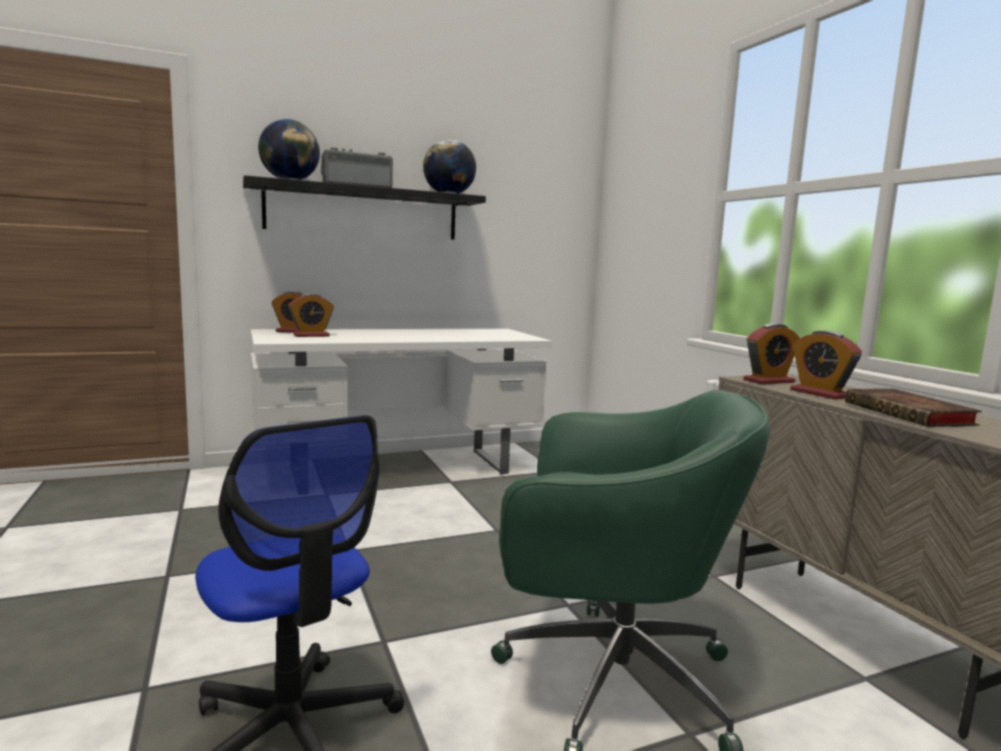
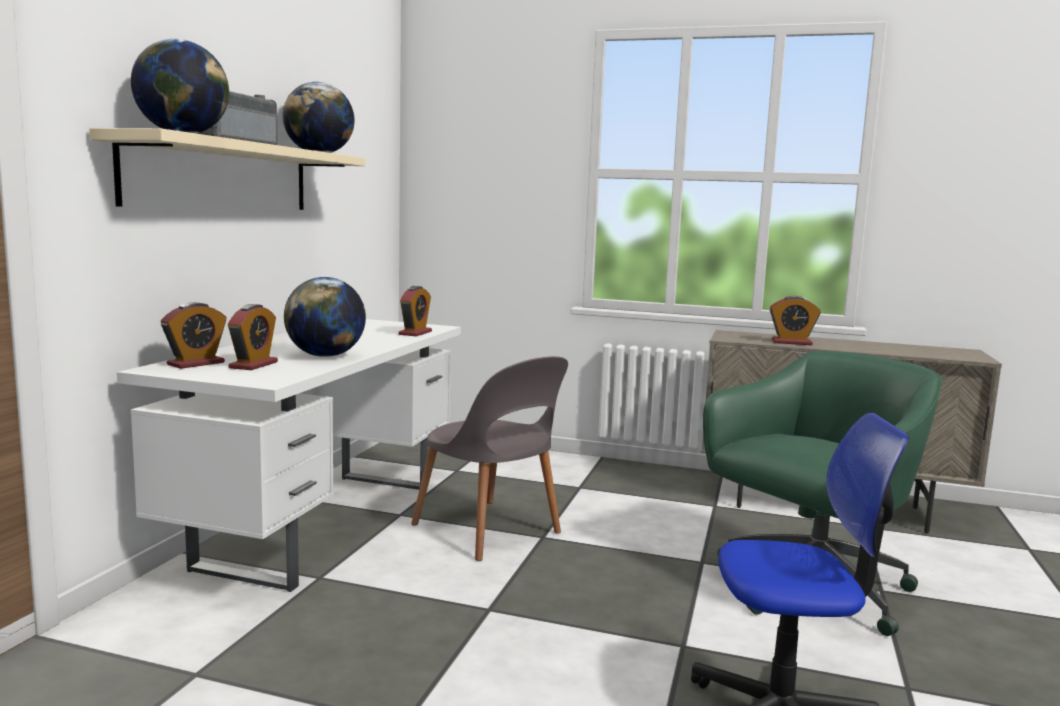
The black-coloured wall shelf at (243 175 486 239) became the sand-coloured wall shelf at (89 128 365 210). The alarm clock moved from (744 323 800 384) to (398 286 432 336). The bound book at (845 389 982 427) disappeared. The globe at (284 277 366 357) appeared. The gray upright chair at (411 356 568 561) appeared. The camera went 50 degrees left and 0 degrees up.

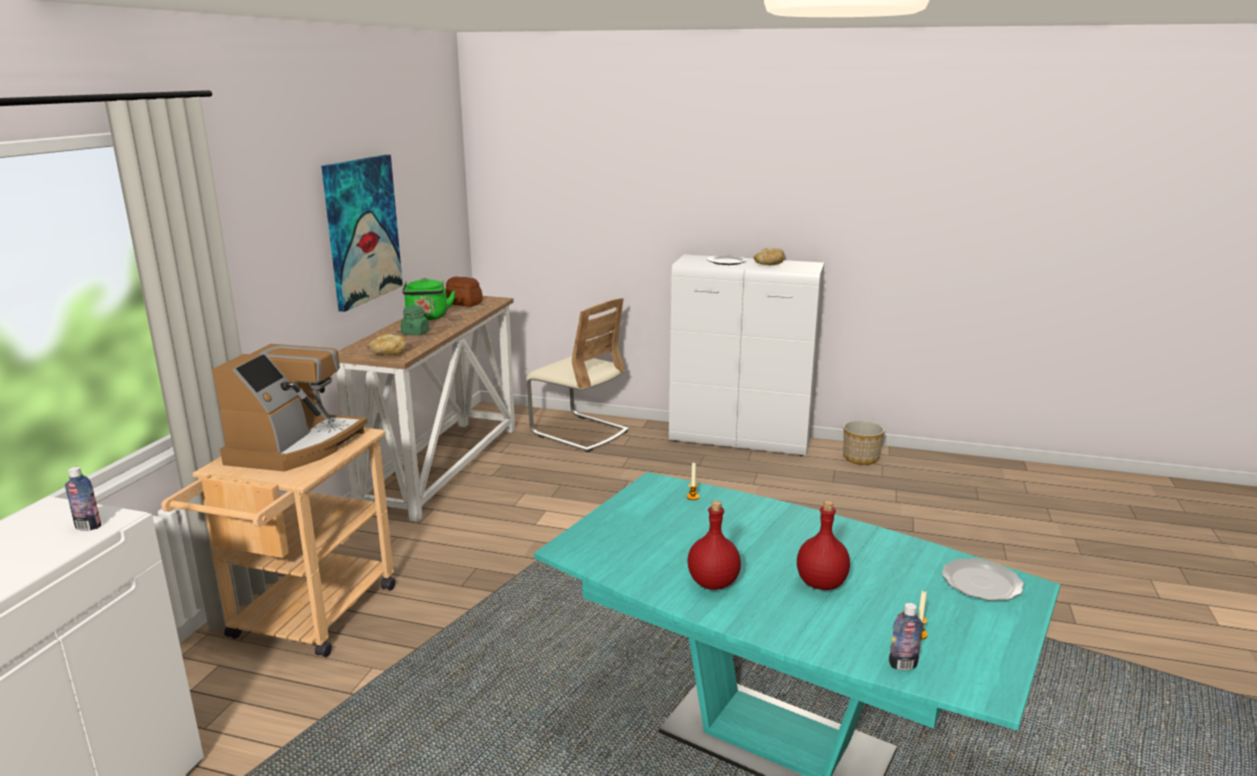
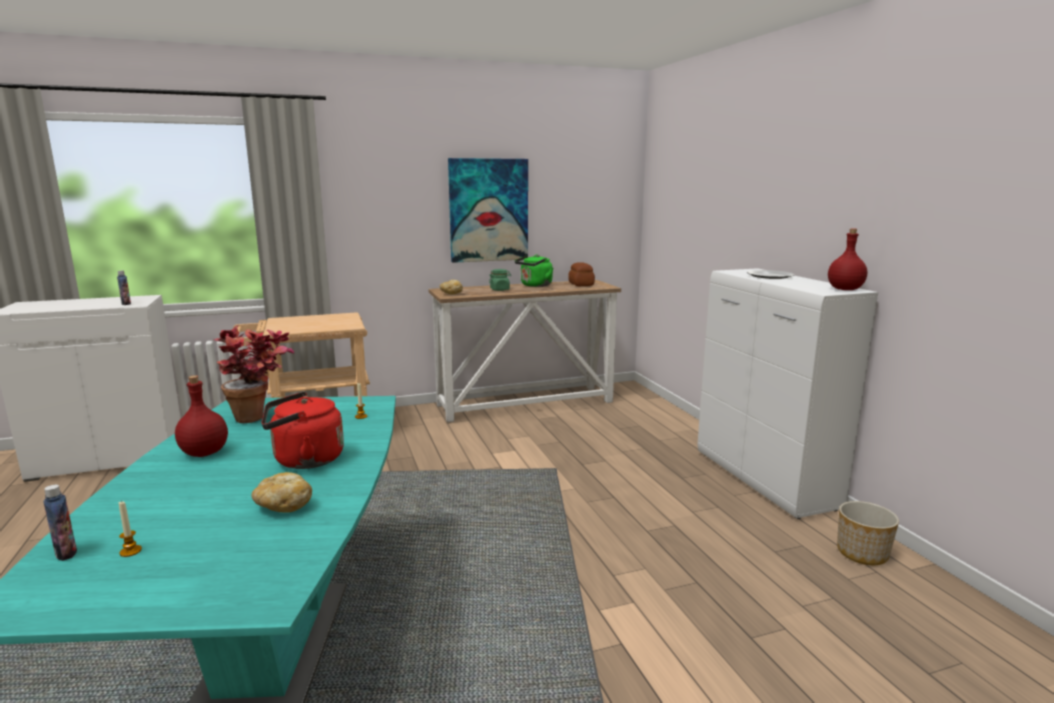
The bakery bread moved from (754 248 785 265) to (251 472 312 513). The sand-coloured upright chair at (526 298 629 452) disappeared. The coffee machine at (212 344 368 471) disappeared. The red beverage bottle moved from (797 501 850 590) to (828 229 867 290). The dinner plate at (942 558 1024 601) disappeared. The houseplant at (213 325 294 423) appeared. The red kettle at (262 392 344 469) appeared. The camera went 55 degrees right and 5 degrees down.

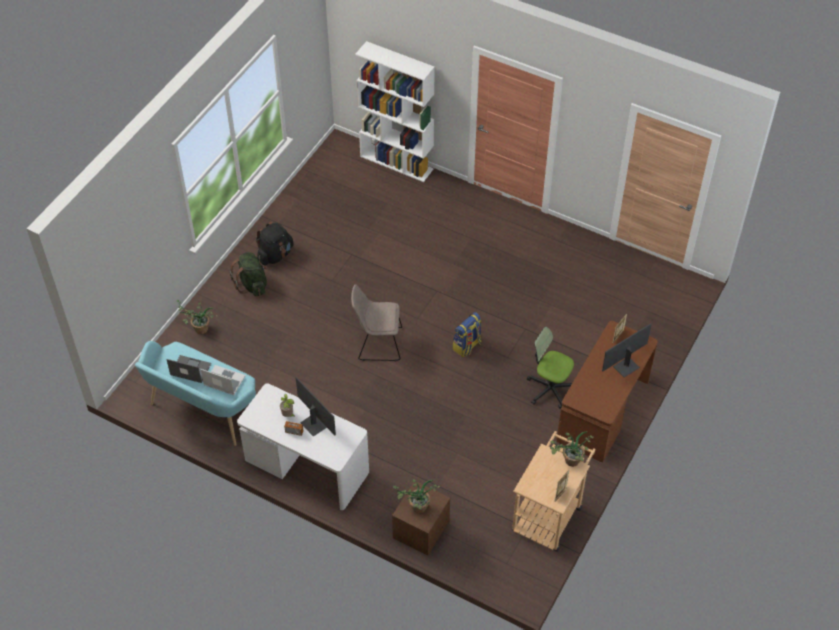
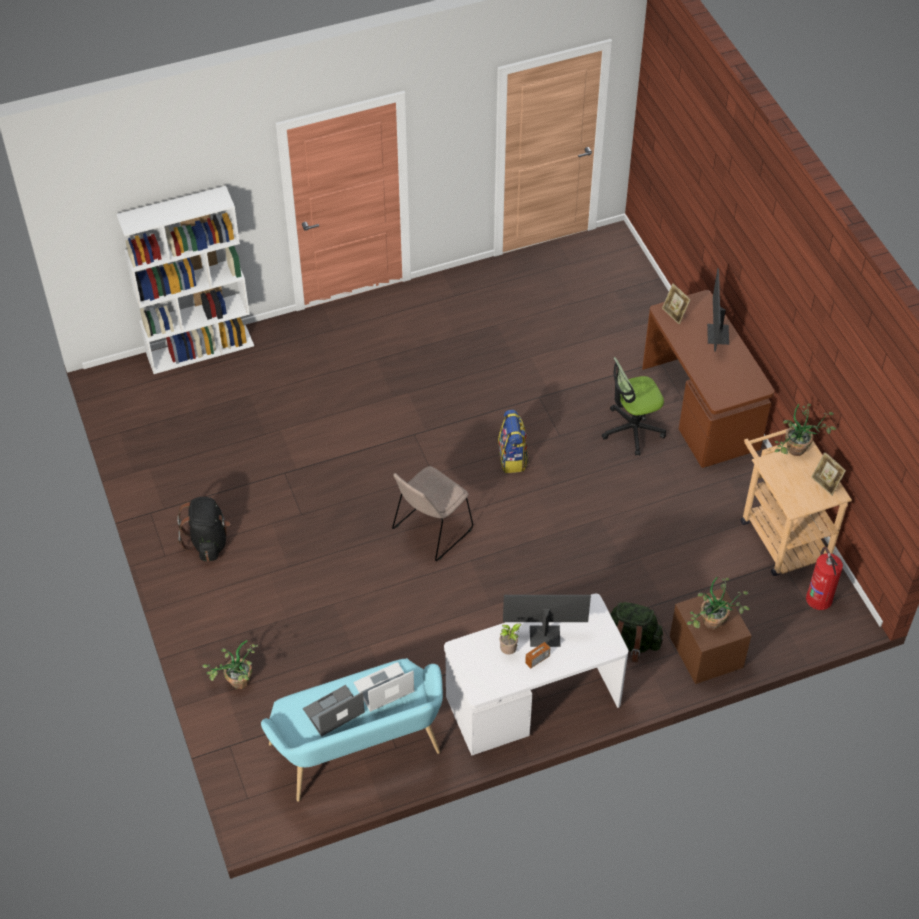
The greenish knapsack moved from (230 252 267 296) to (610 602 663 663). The fire extinguisher at (806 547 843 610) appeared. The camera went 50 degrees left and 0 degrees up.

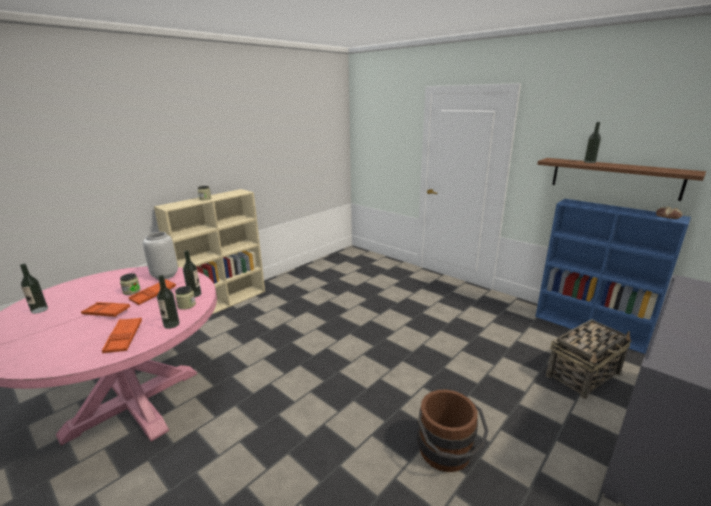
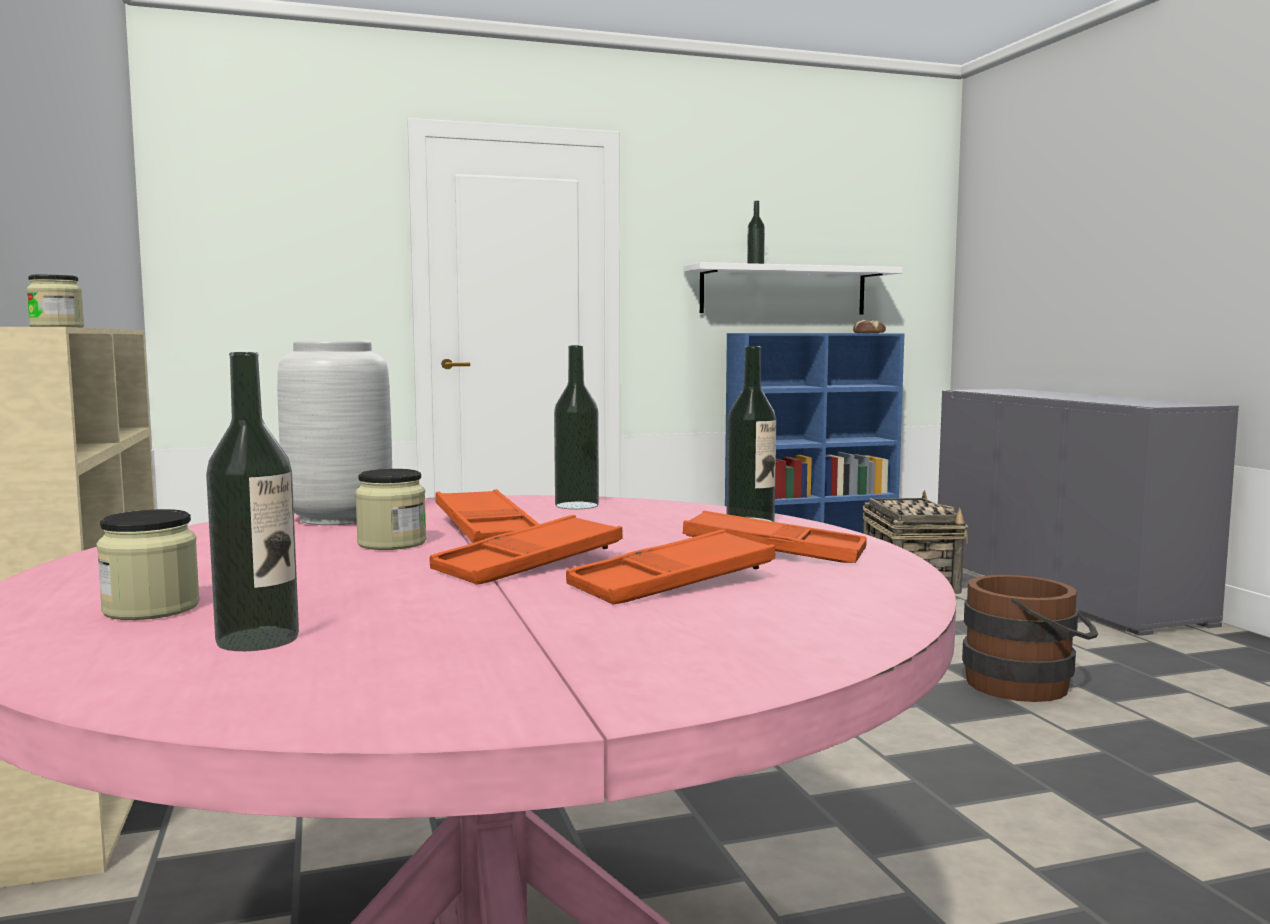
The brown wall shelf at (537 158 706 201) became the whitish wall shelf at (684 262 903 315). The storage jar moved from (175 286 196 310) to (97 509 200 620). The orange tray at (566 530 775 604) appeared. The camera went 60 degrees left and 15 degrees down.

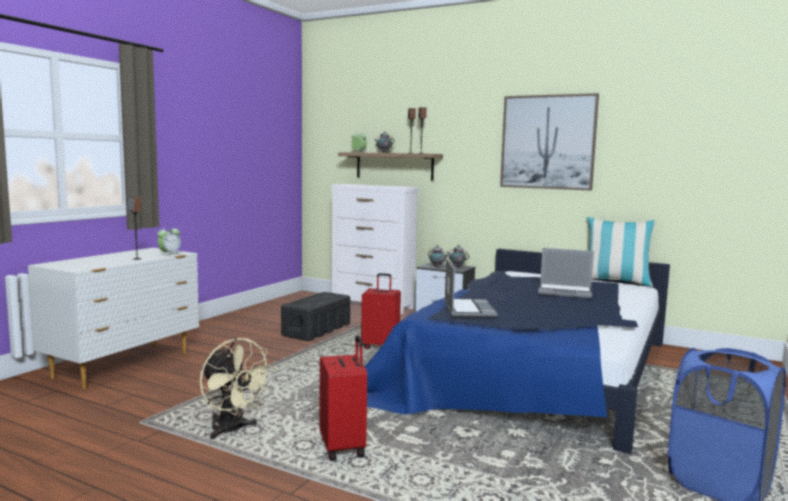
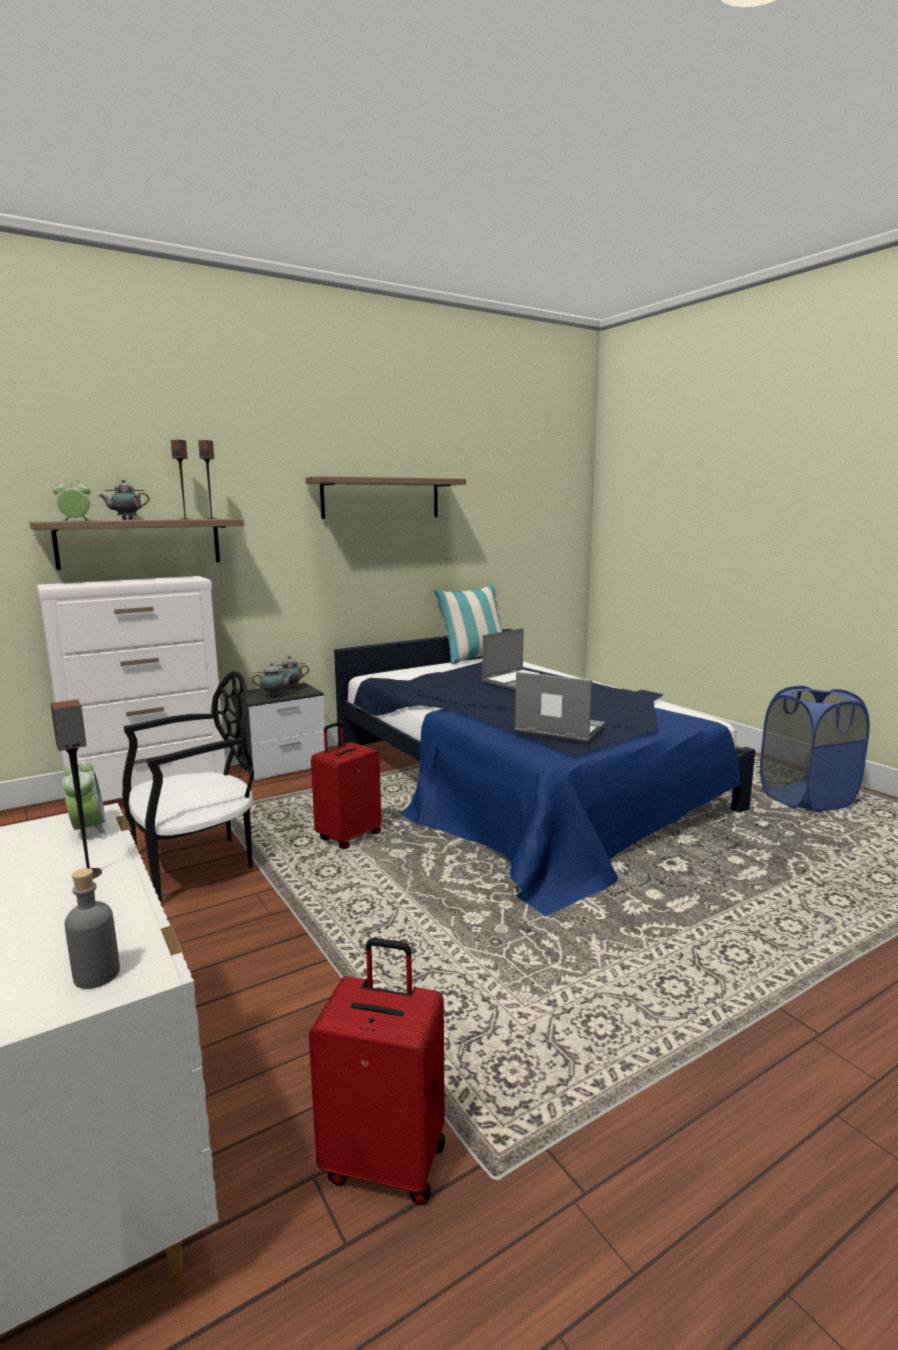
The wall picture at (500 93 599 191) was replaced by the wall shelf at (305 476 466 519). The black-coloured storage bin at (281 292 350 341) was replaced by the black-coloured upright chair at (122 671 254 906). The red suitcase moved from (319 335 367 461) to (309 938 445 1205). The sand-coloured electric fan at (200 338 275 439) disappeared. The gray beverage bottle at (64 868 120 989) appeared. The camera went 60 degrees left and 5 degrees up.

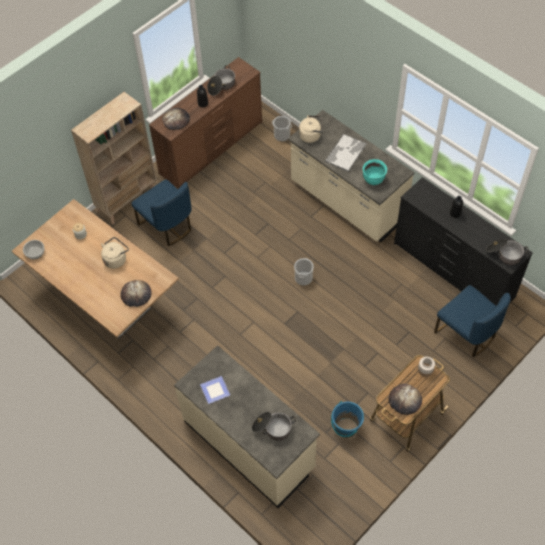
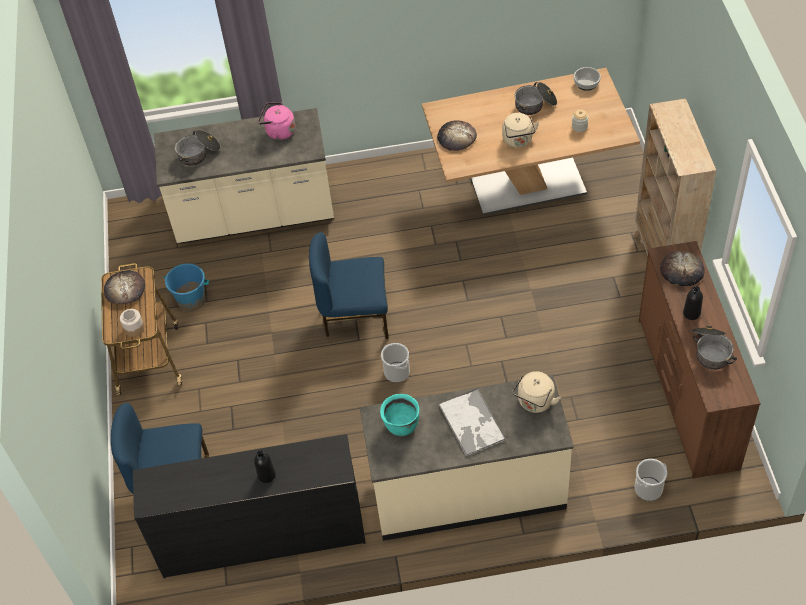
The blue-coloured upright chair moved from (131 179 192 246) to (309 232 389 339). The cooking pot moved from (486 239 529 265) to (515 82 557 115). The dinner plate at (200 376 230 404) was replaced by the pinkish kettle at (258 102 295 140). The camera went 130 degrees right and 5 degrees down.

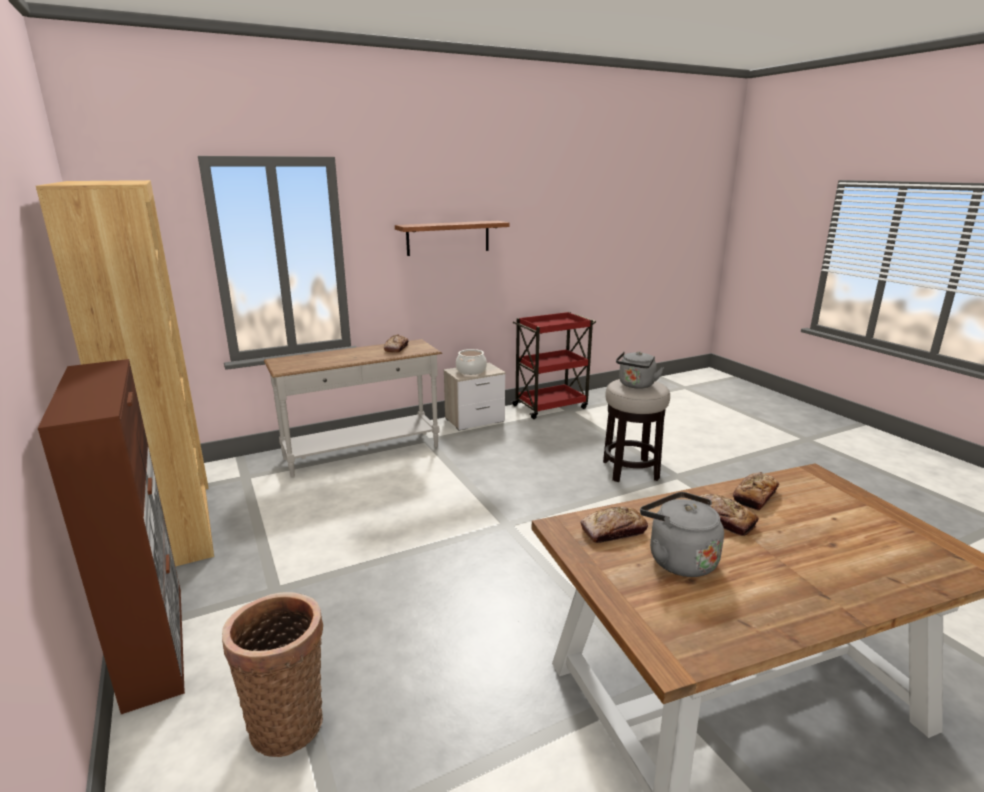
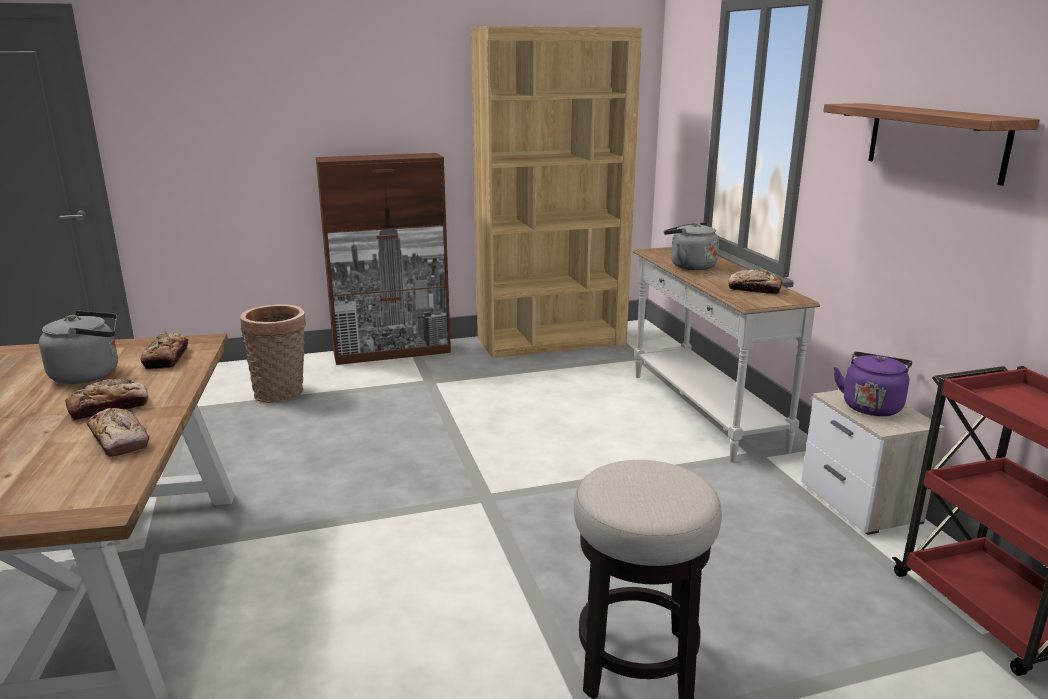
The cooking pot at (456 349 487 375) was replaced by the purplish kettle at (833 352 912 416). The gray kettle moved from (616 351 664 389) to (664 222 719 270). The camera went 100 degrees right and 0 degrees up.

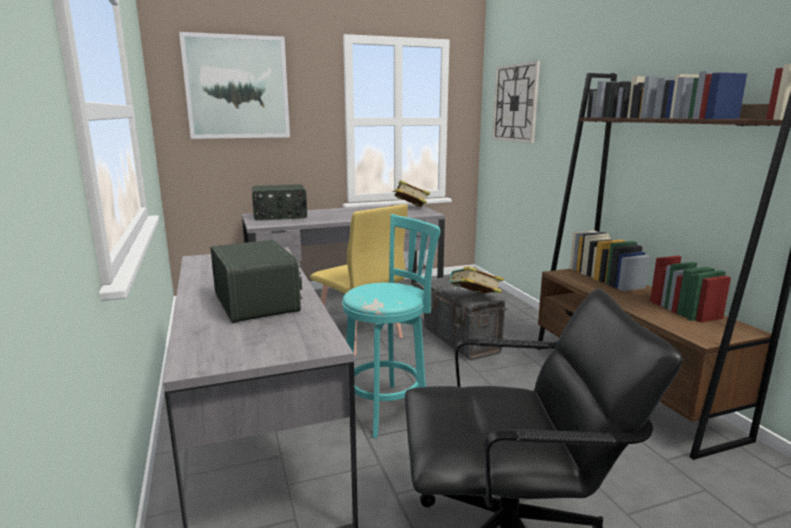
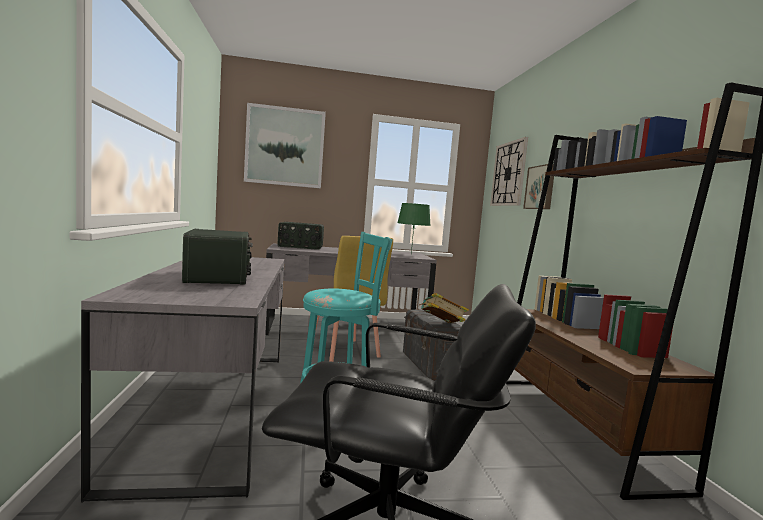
The bound book at (392 180 430 207) was replaced by the greenish table lamp at (398 203 431 254). The wall picture at (523 164 554 209) appeared. The camera went 10 degrees right and 10 degrees down.

